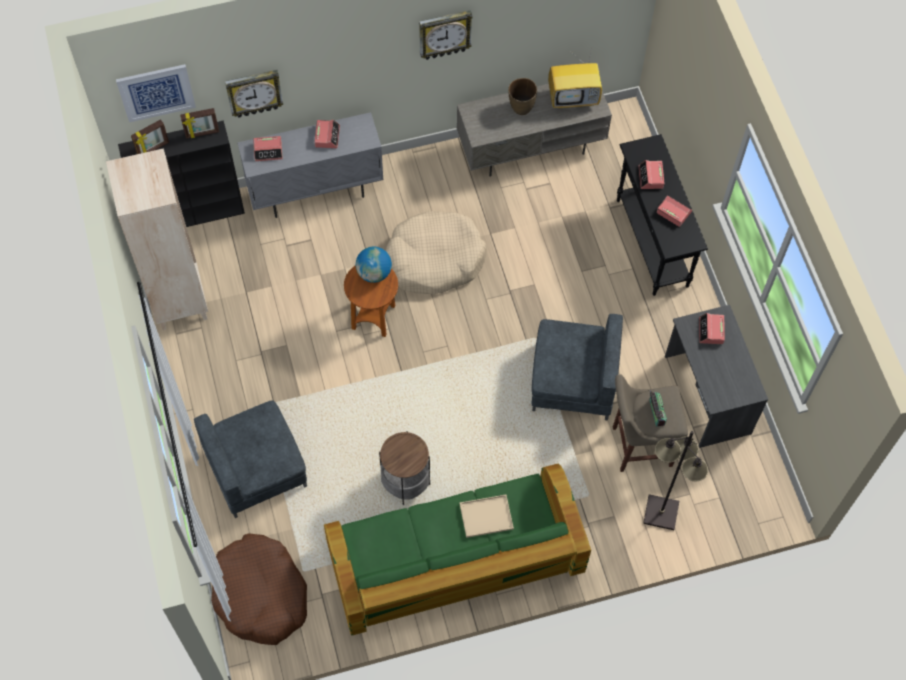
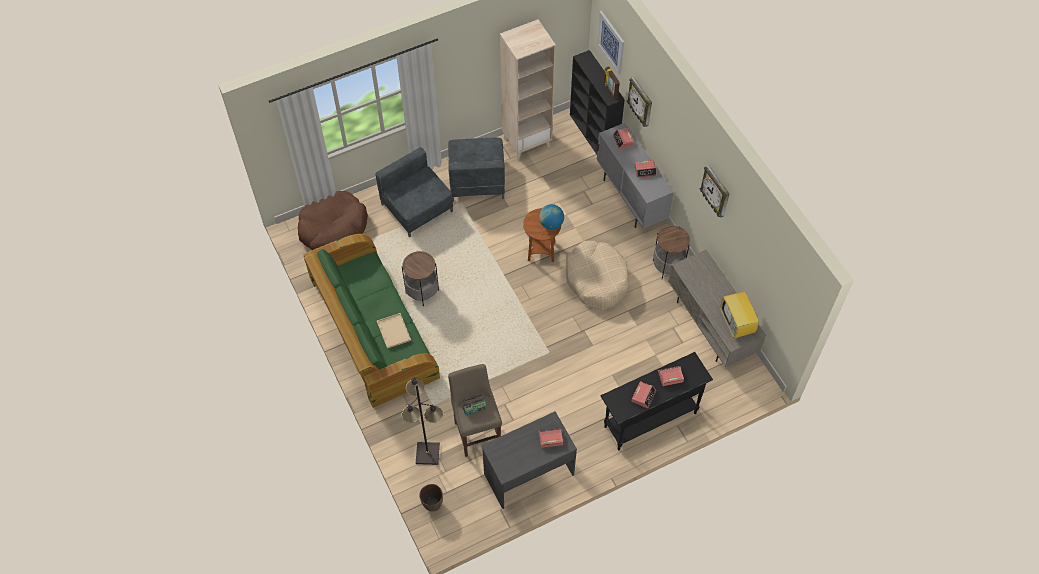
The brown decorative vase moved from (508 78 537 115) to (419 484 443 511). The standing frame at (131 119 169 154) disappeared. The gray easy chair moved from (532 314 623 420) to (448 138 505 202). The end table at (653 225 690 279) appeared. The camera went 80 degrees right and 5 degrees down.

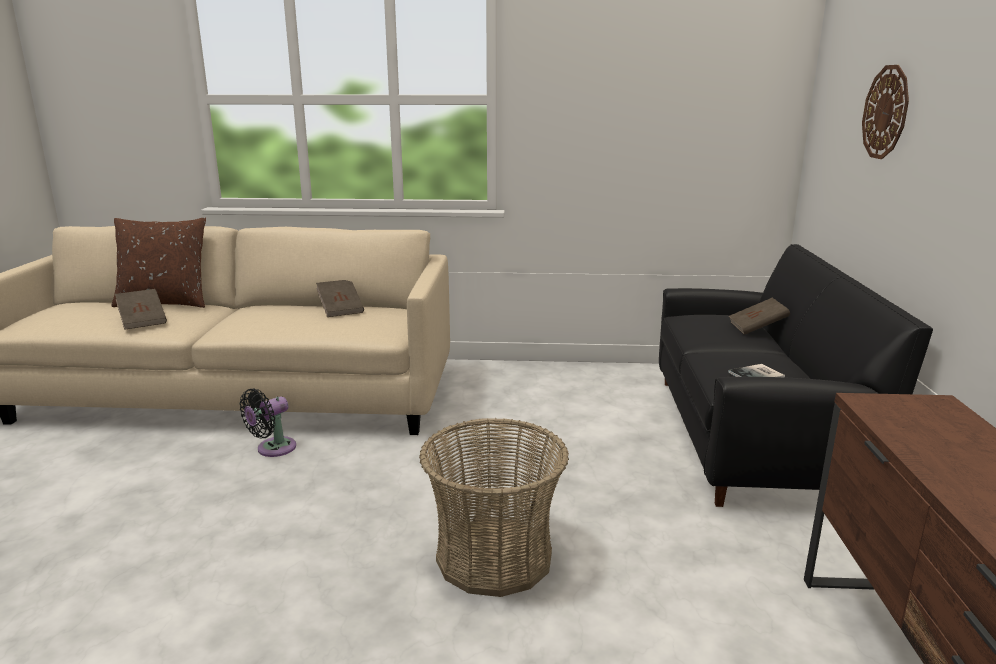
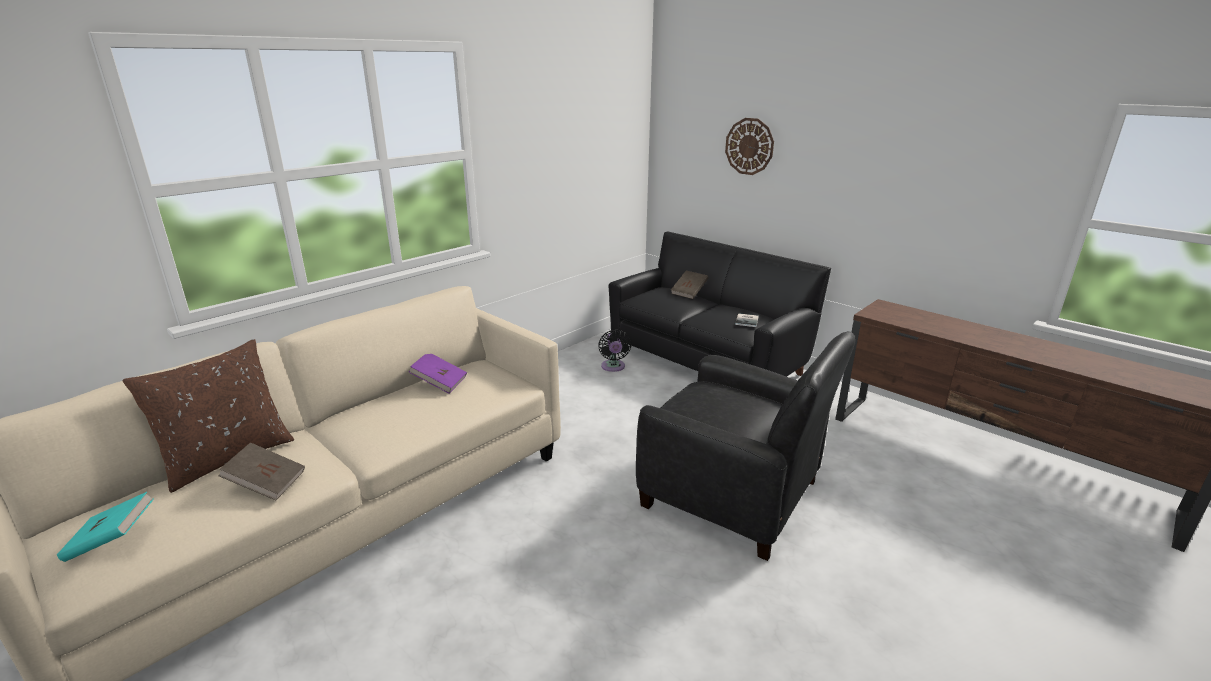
The brown bound book at (316 280 364 317) became the purplish bound book at (409 354 467 393). The black-coloured electric fan moved from (240 389 296 457) to (598 330 631 372). The storage basket at (419 418 569 597) was replaced by the black-coloured easy chair at (636 331 855 561). The blue-green bound book at (57 492 154 562) appeared. The camera went 50 degrees left and 5 degrees up.

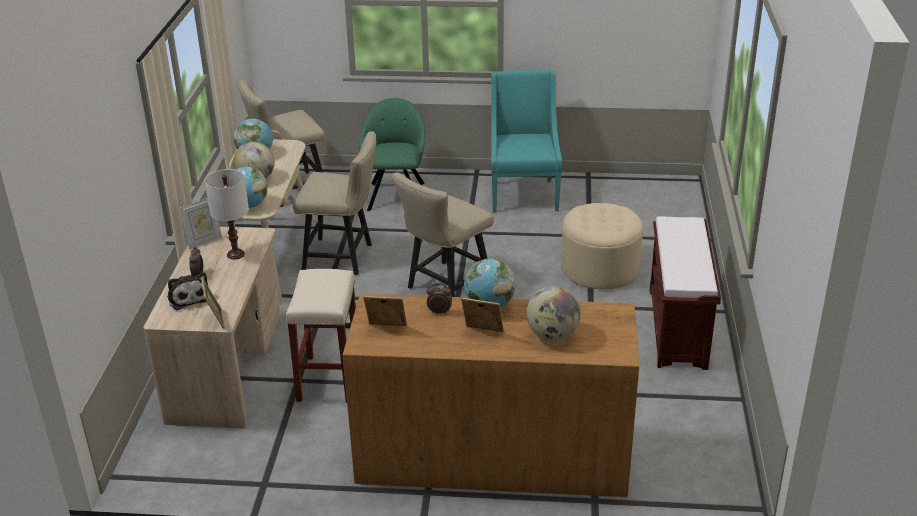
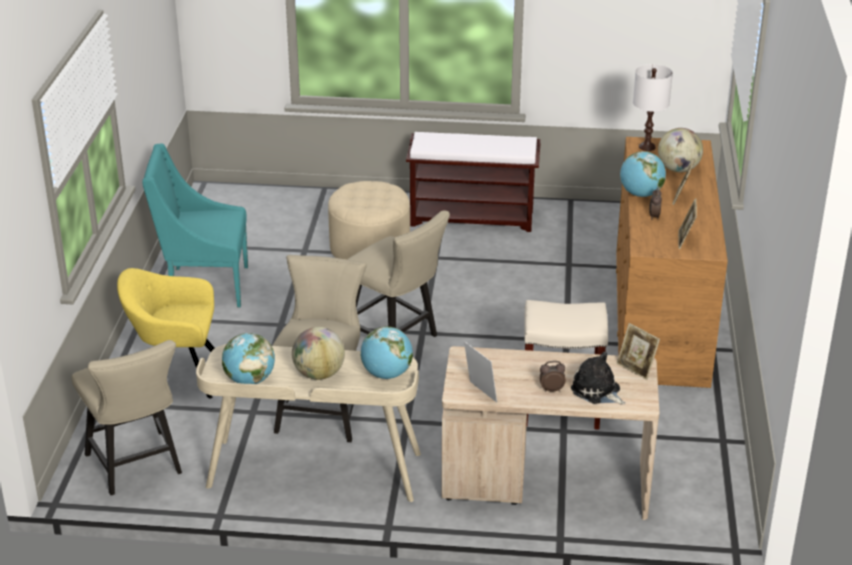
The greenish easy chair at (359 98 425 211) became the yellow-coloured easy chair at (117 268 215 399). The whitish table lamp moved from (205 169 249 260) to (633 64 673 151). The cuddly toy at (167 272 208 310) turned 105 degrees counterclockwise. The standing frame at (201 277 225 329) turned 120 degrees counterclockwise. The camera went 90 degrees left and 0 degrees up.

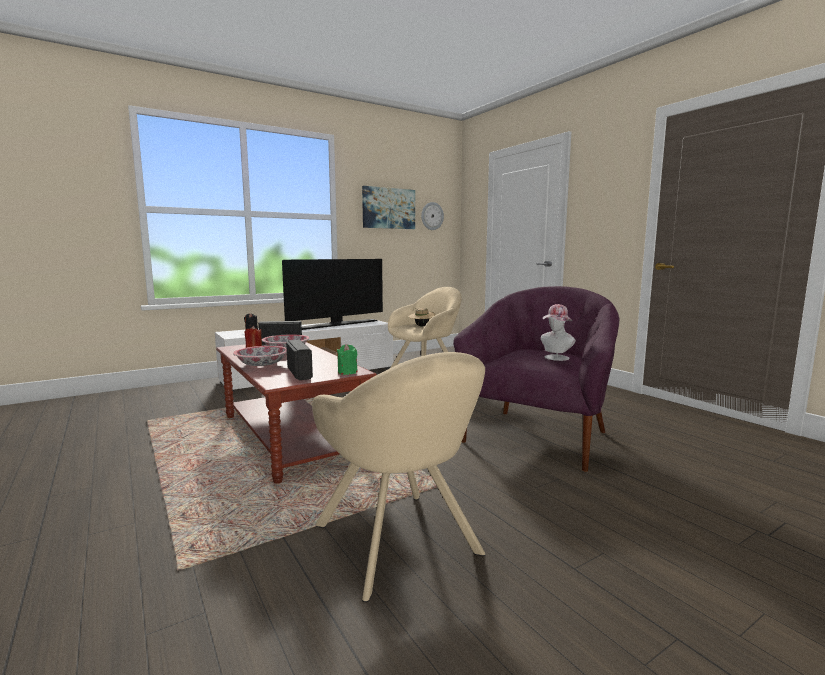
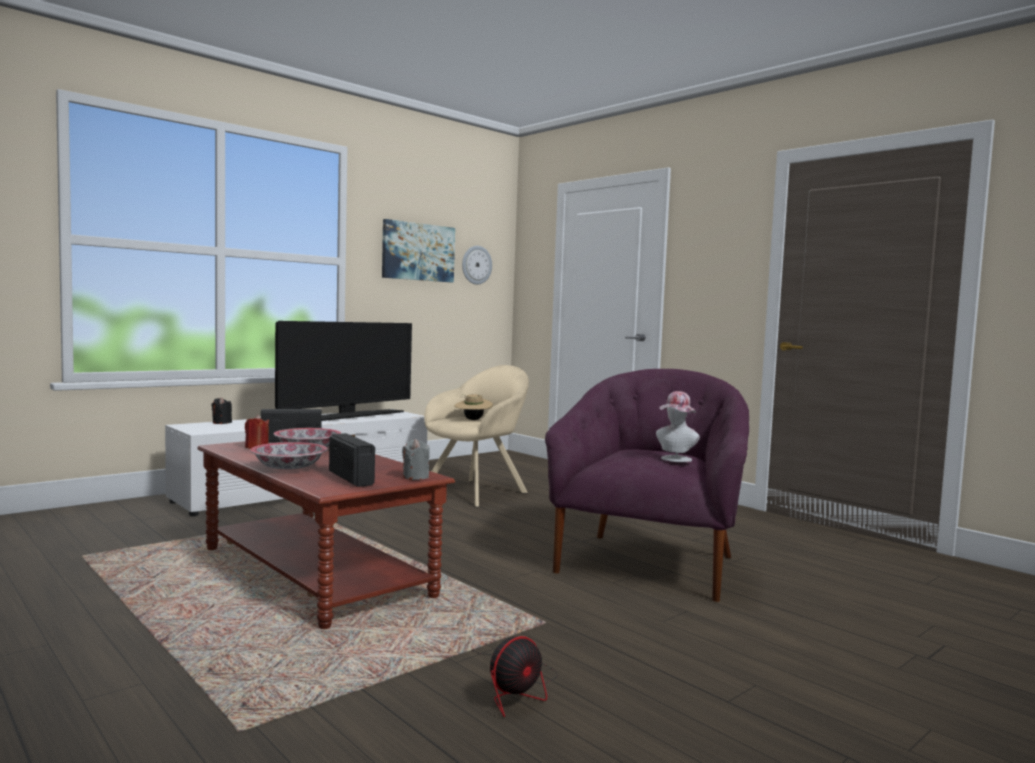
The greenish candle at (337 344 358 375) became the gray candle at (402 439 430 480). The sand-coloured easy chair at (312 352 486 602) was replaced by the electric fan at (472 636 558 717). The camera went 10 degrees left and 5 degrees down.

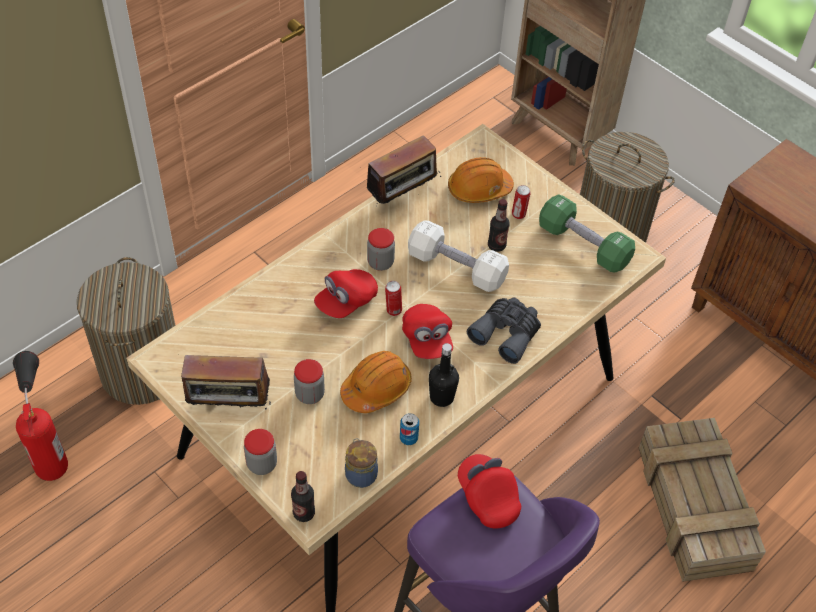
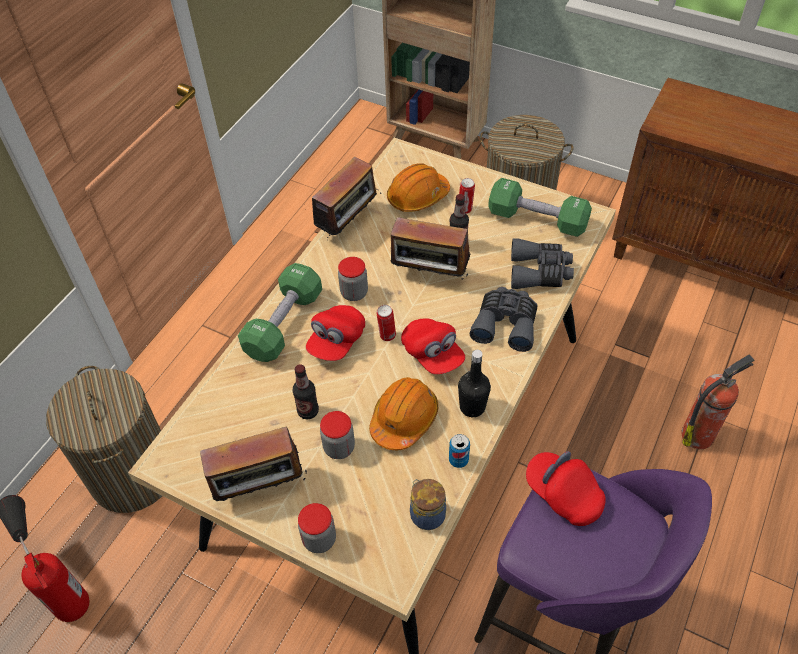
The whitish hand weight at (408 220 509 292) was replaced by the radio at (391 217 471 284). The packing crate at (639 418 766 582) was replaced by the fire extinguisher at (681 355 754 449). The beverage bottle moved from (291 471 315 522) to (293 364 319 419). The gray field glasses at (511 238 574 289) appeared. The greenish hand weight at (238 263 322 362) appeared. The camera went 15 degrees left and 0 degrees up.

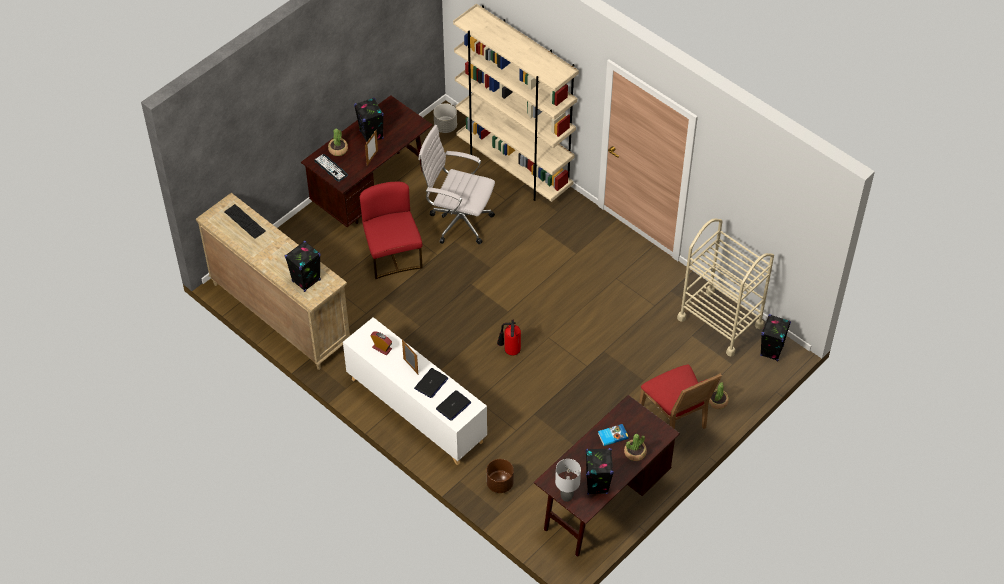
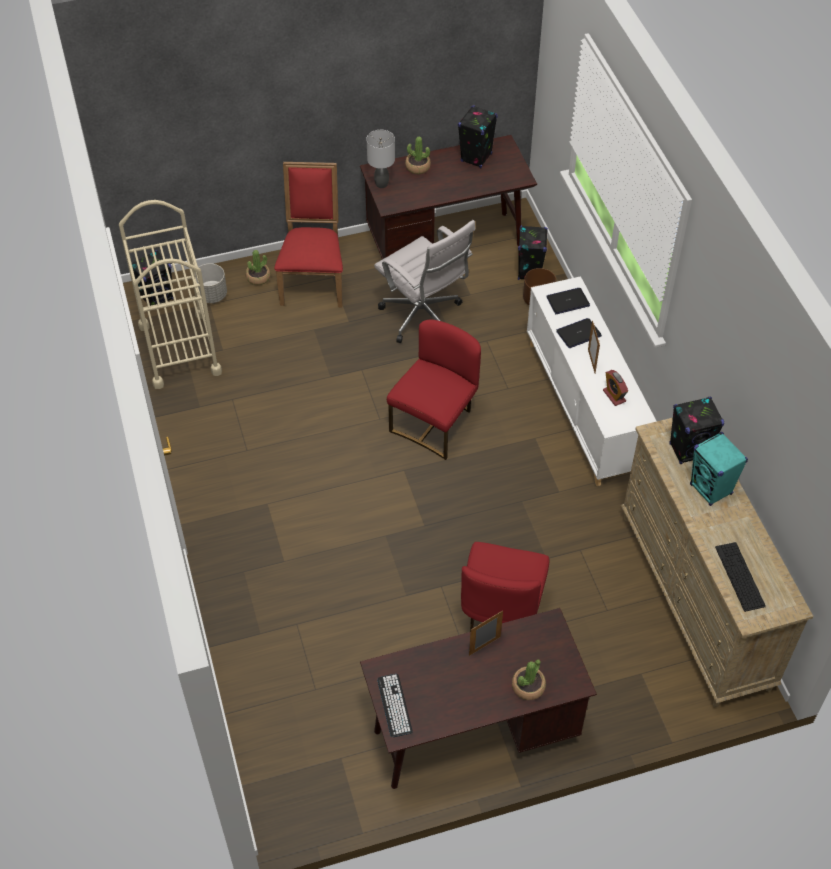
The sand-coloured bookcase at (453 4 579 202) disappeared. The black-coloured loudspeaker moved from (354 98 384 143) to (518 225 548 280). The gray plant pot moved from (434 103 457 133) to (195 264 227 303). The whitish desk chair moved from (419 125 495 244) to (374 220 475 343). The computer keyboard moved from (314 154 348 181) to (377 674 413 737). The fire extinguisher at (497 320 521 356) was replaced by the red upright chair at (387 320 481 460). The bound book at (598 424 629 446) disappeared. The gray table lamp moved from (555 459 581 502) to (367 130 395 188). The blue-green loudspeaker at (690 432 748 506) appeared. The camera went 150 degrees left and 0 degrees up.

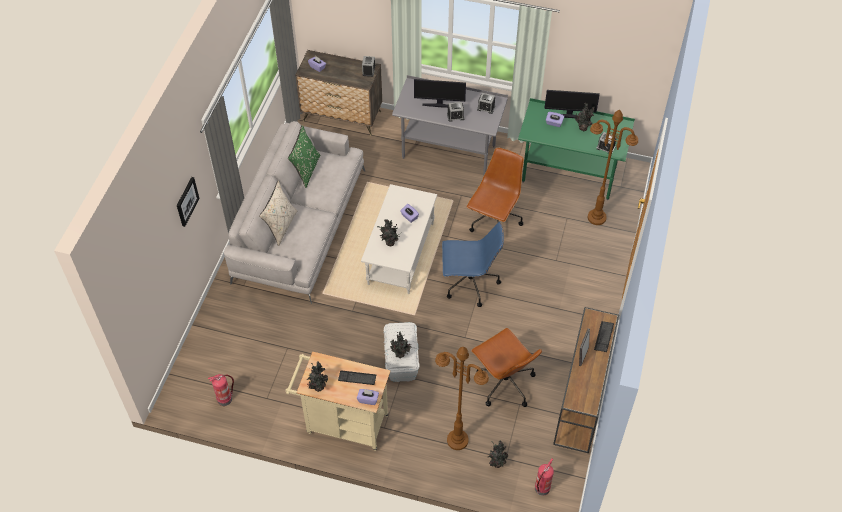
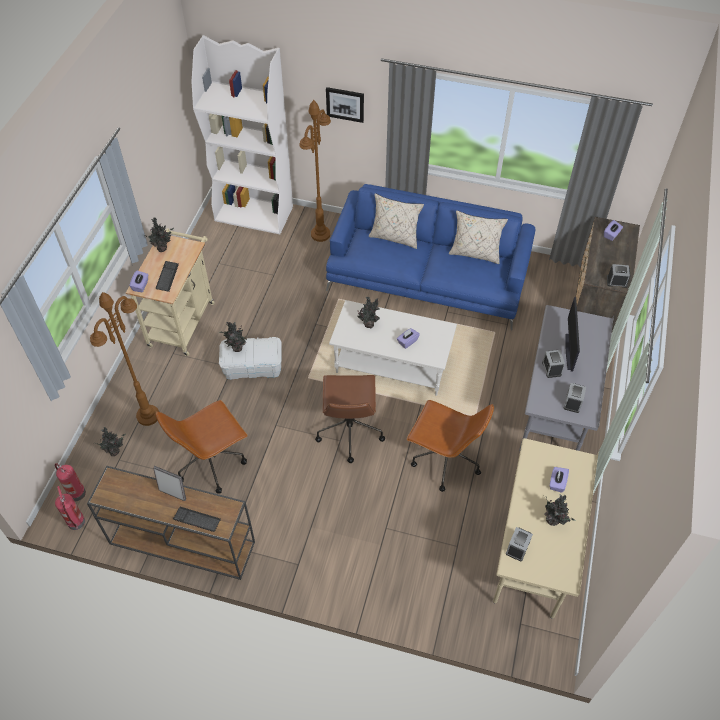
The computer screen at (544 90 600 118) disappeared. The greenish desk at (518 98 635 200) became the sand-coloured desk at (493 438 598 619). The brown standard lamp moved from (588 110 638 225) to (299 100 331 242). The gray sofa at (224 121 365 304) became the blue-coloured sofa at (326 184 535 330). The greenish pillow at (288 125 320 188) became the sand-coloured pillow at (449 210 508 264). The blue-coloured desk chair at (442 222 504 307) became the brown desk chair at (315 375 385 463). The fire extinguisher moved from (208 374 234 406) to (55 486 85 530). The whitish bookcase at (192 35 293 234) appeared. The camera went 90 degrees right and 0 degrees up.

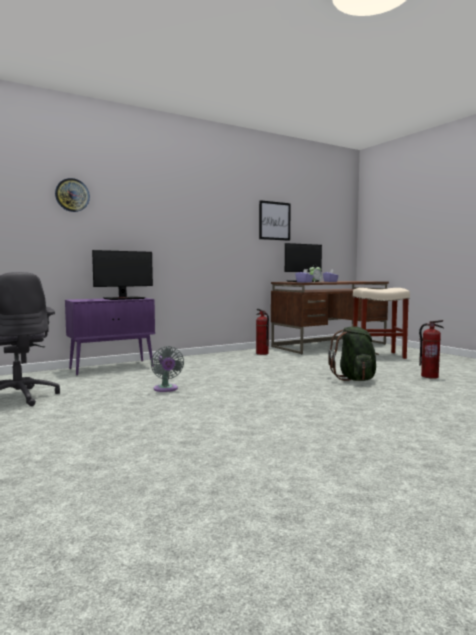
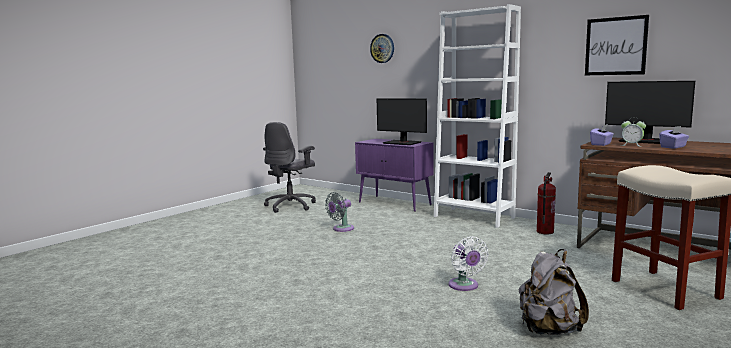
The fire extinguisher at (419 320 443 379) was replaced by the gray knapsack at (518 249 589 335). The greenish knapsack at (328 327 379 381) was replaced by the whitish electric fan at (449 236 489 291). The whitish bookcase at (434 4 521 228) appeared. The camera went 70 degrees right and 5 degrees up.

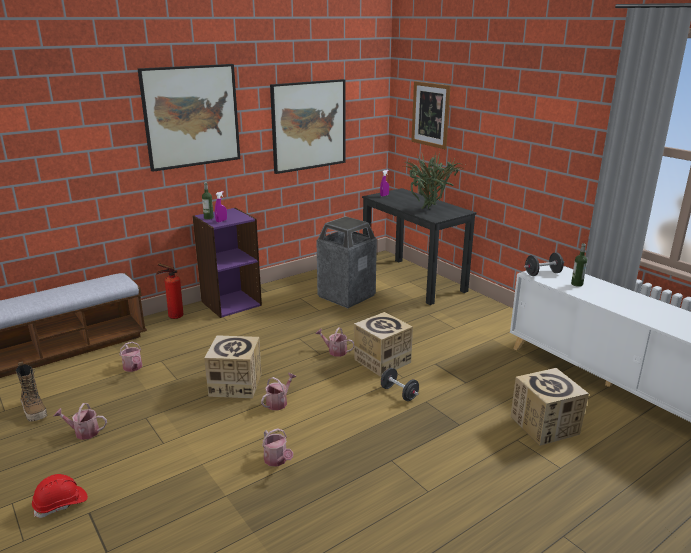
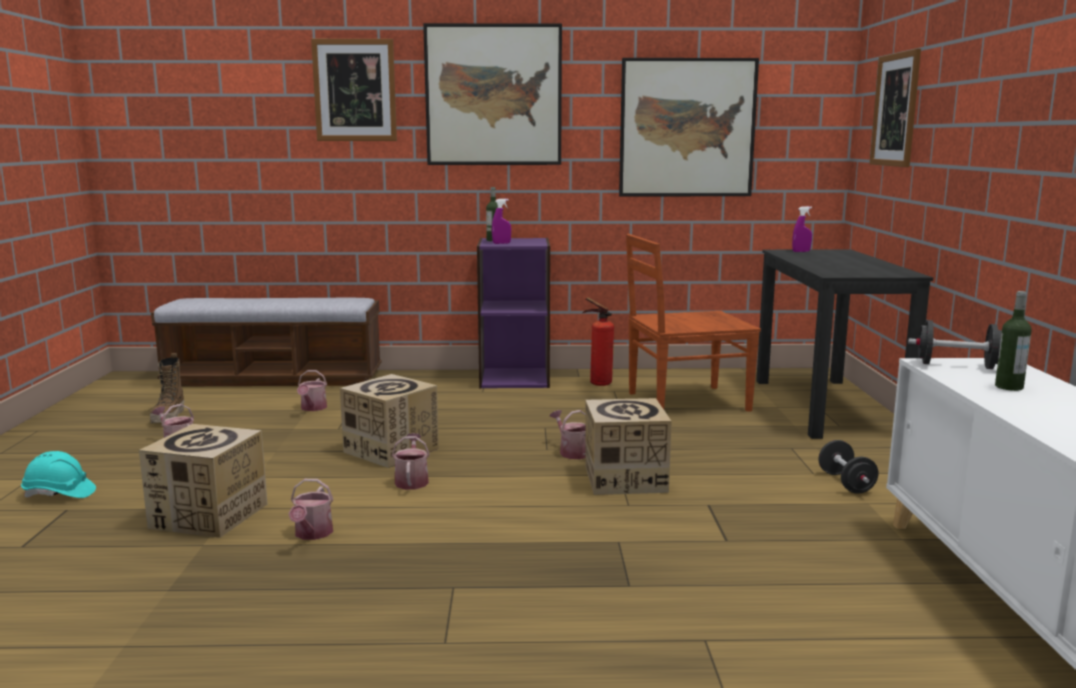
The houseplant at (402 152 463 209) disappeared. The trash can at (316 216 377 308) was replaced by the brown upright chair at (626 234 761 412). The fire extinguisher moved from (156 263 183 319) to (582 297 614 386). The black-coloured hand weight moved from (381 368 419 401) to (819 440 878 494). The packing box moved from (511 368 589 446) to (139 424 267 538). The watering pot at (261 373 296 410) turned 75 degrees counterclockwise. The red hard hat at (32 474 88 518) became the blue-green hard hat at (21 451 96 498). The wall picture at (311 39 397 141) appeared. The camera went 35 degrees right and 10 degrees down.

